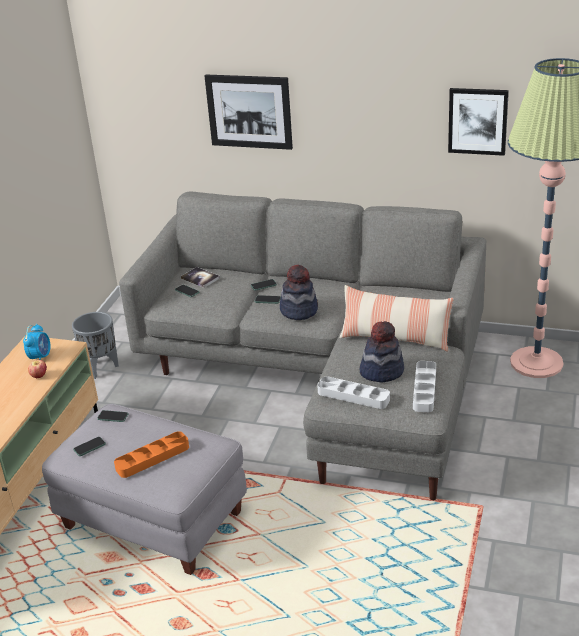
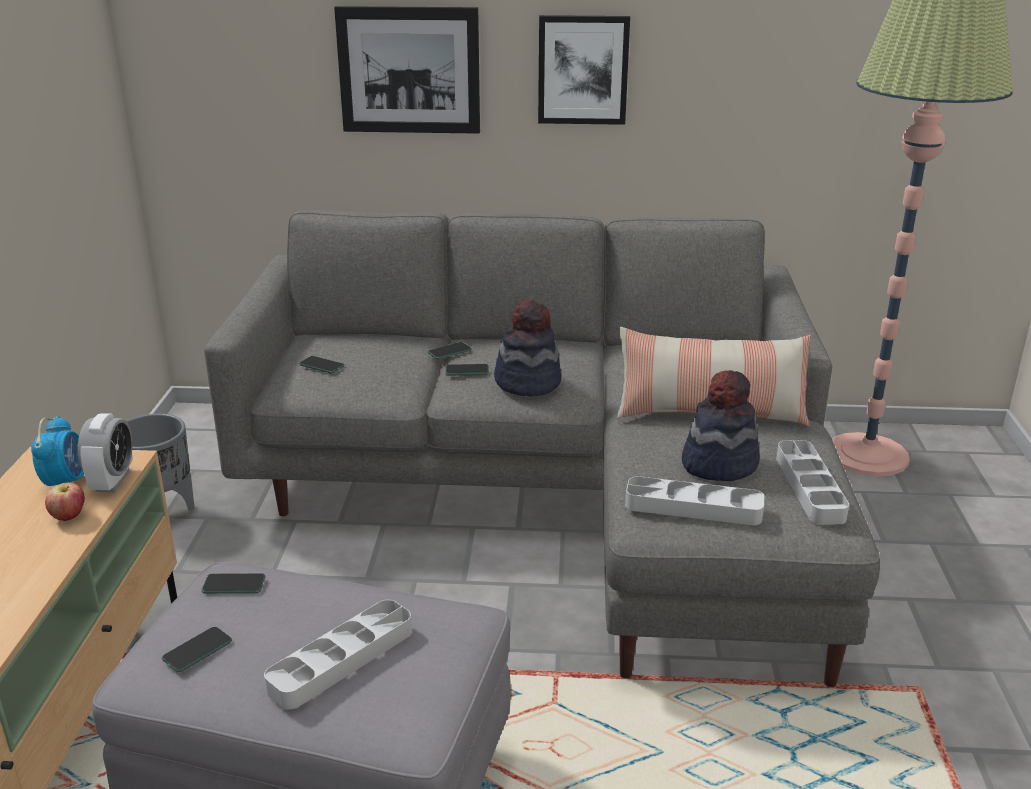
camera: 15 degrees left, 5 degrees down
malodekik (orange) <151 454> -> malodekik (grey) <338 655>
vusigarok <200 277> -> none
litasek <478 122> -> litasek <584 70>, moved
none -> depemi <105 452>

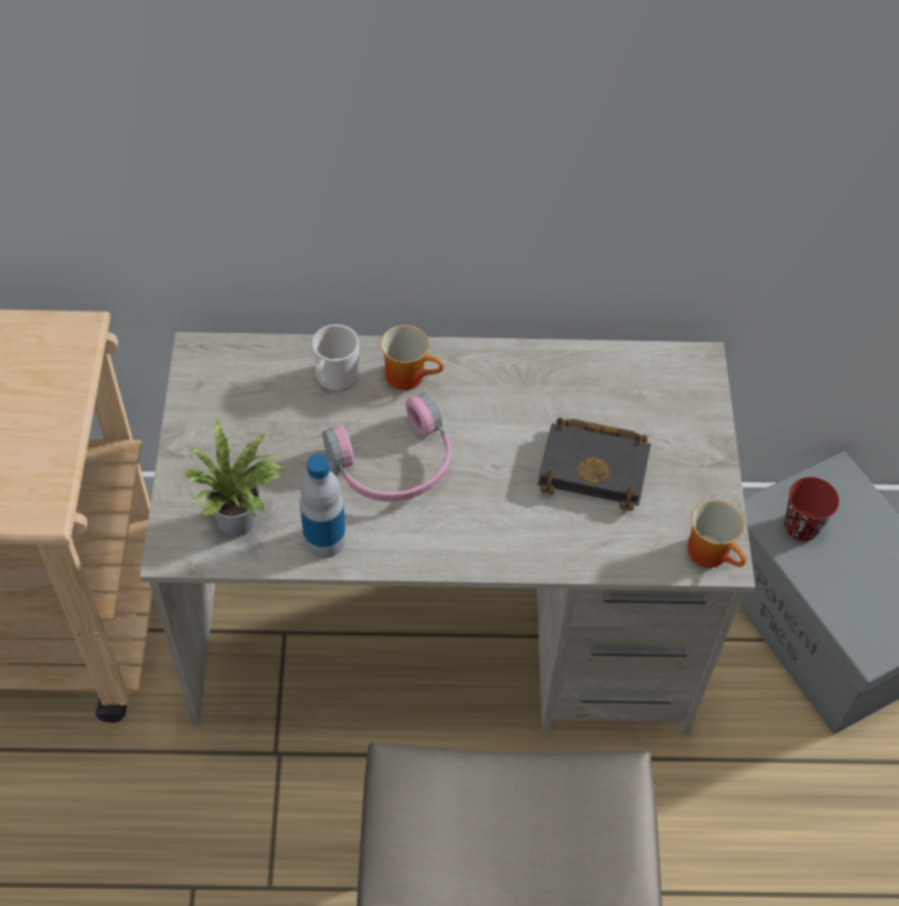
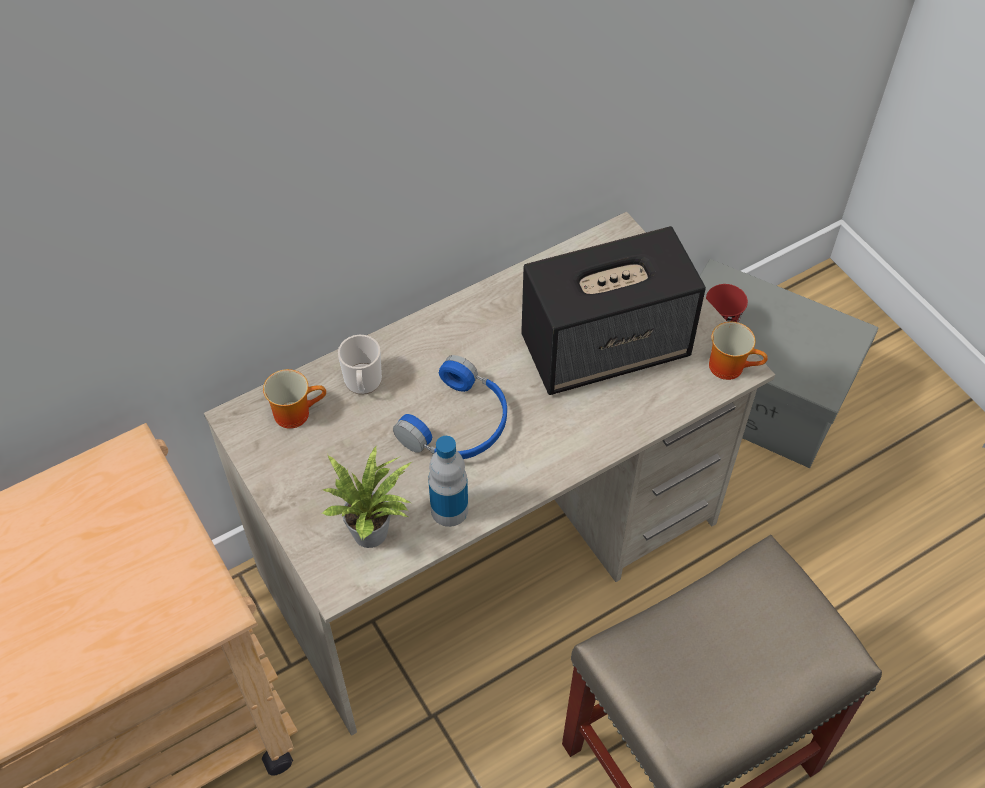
camera: 30 degrees left, 0 degrees up
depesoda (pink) <386 447> -> depesoda (blue) <450 407>
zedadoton <412 357> -> zedadoton <294 399>, moved
vusigarok (black) <594 464> -> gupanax <613 310>

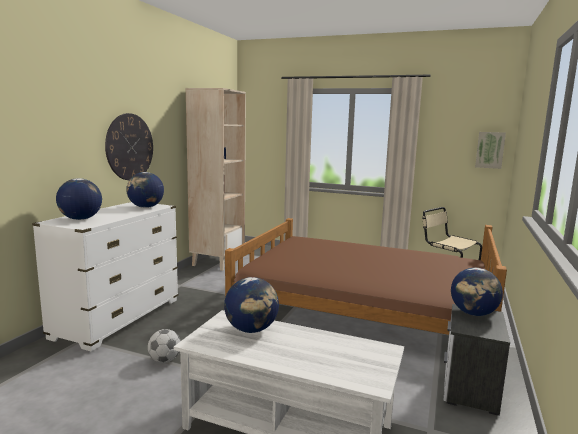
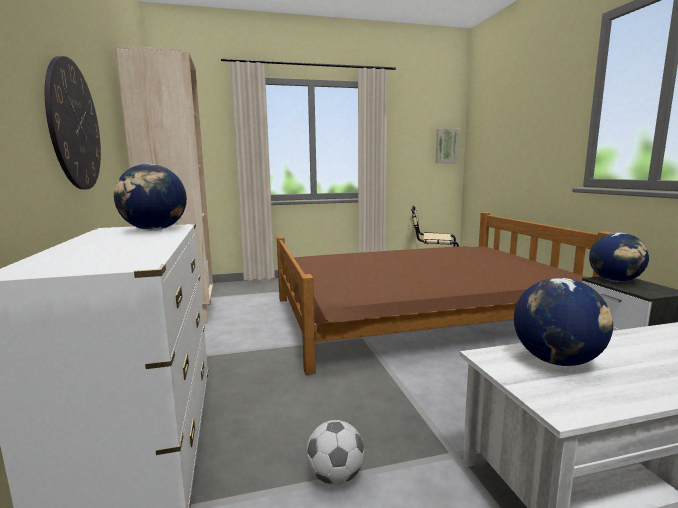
camera: 35 degrees left, 0 degrees up
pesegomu <79 199> -> none

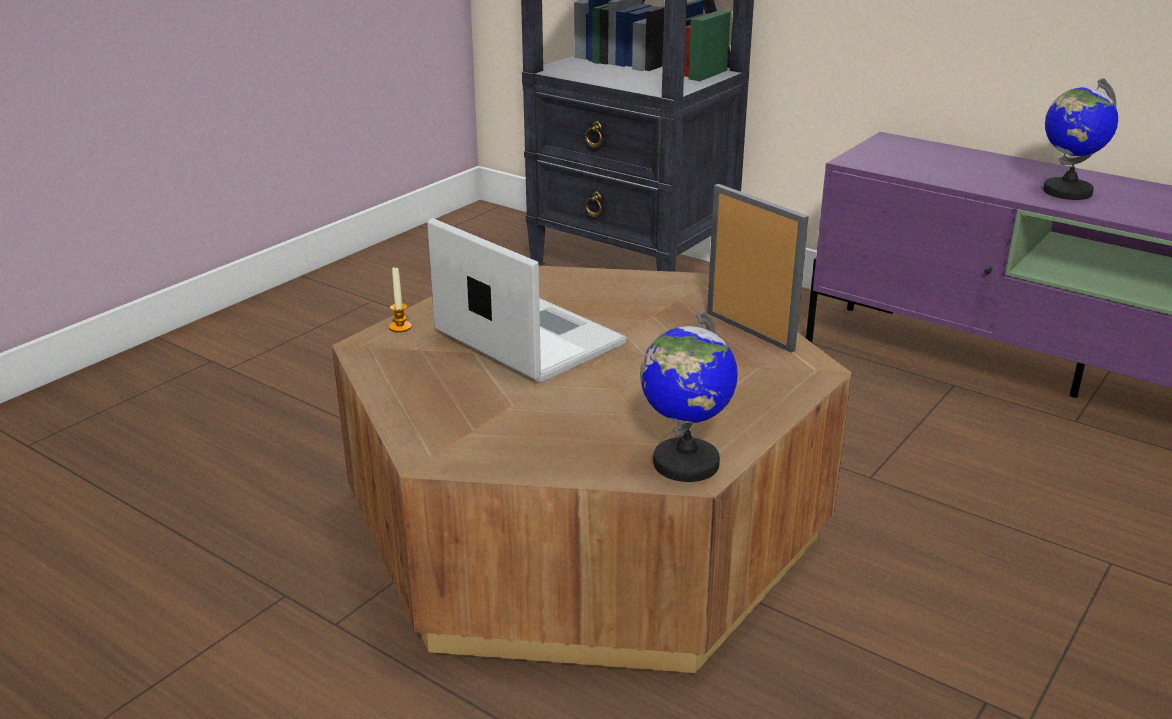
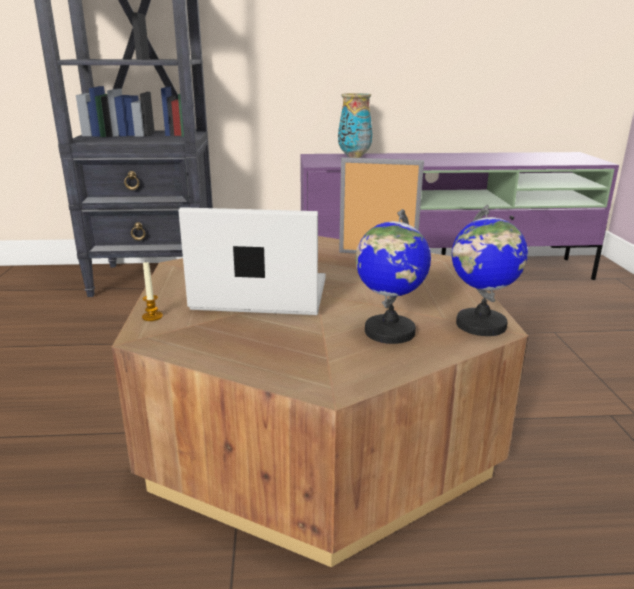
camera: 40 degrees left, 5 degrees down
pesegomu <1080 139> -> pesegomu <393 276>, moved
none -> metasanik <355 125>

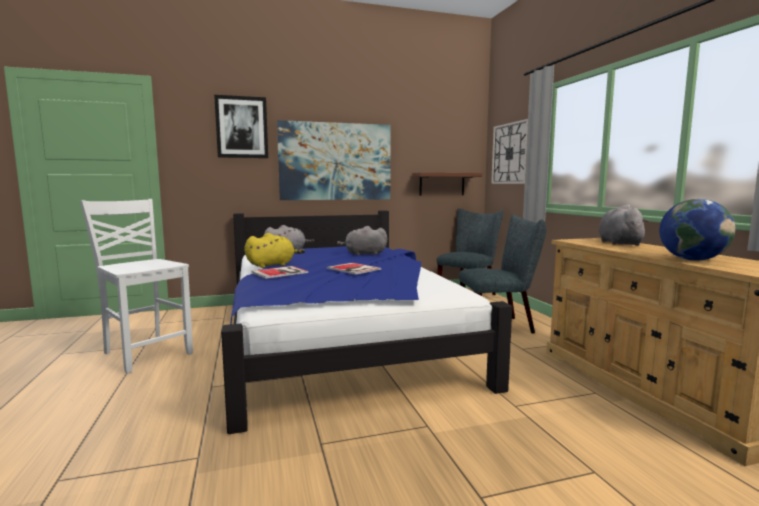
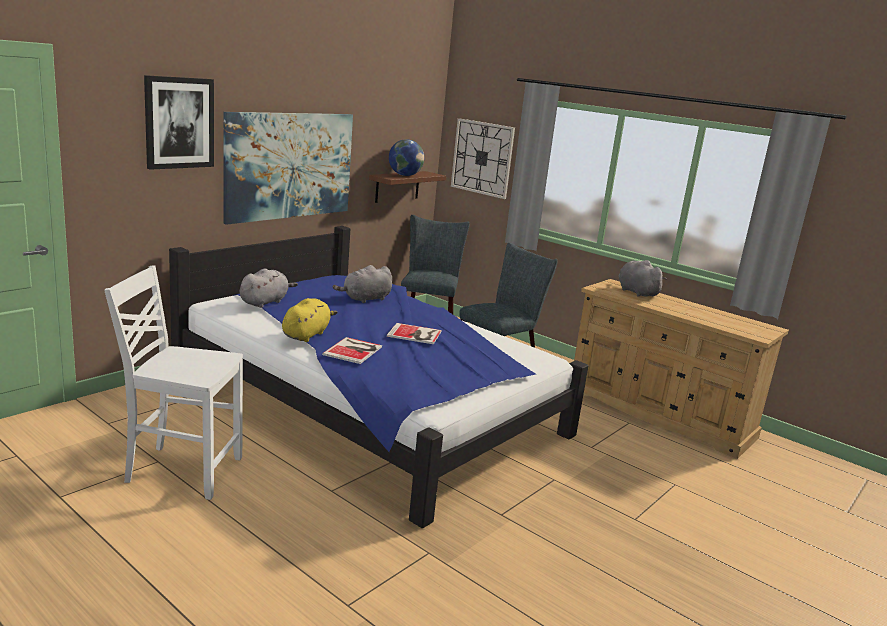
camera: 35 degrees left, 10 degrees up
pesegomu <697 230> -> pesegomu <406 157>, moved

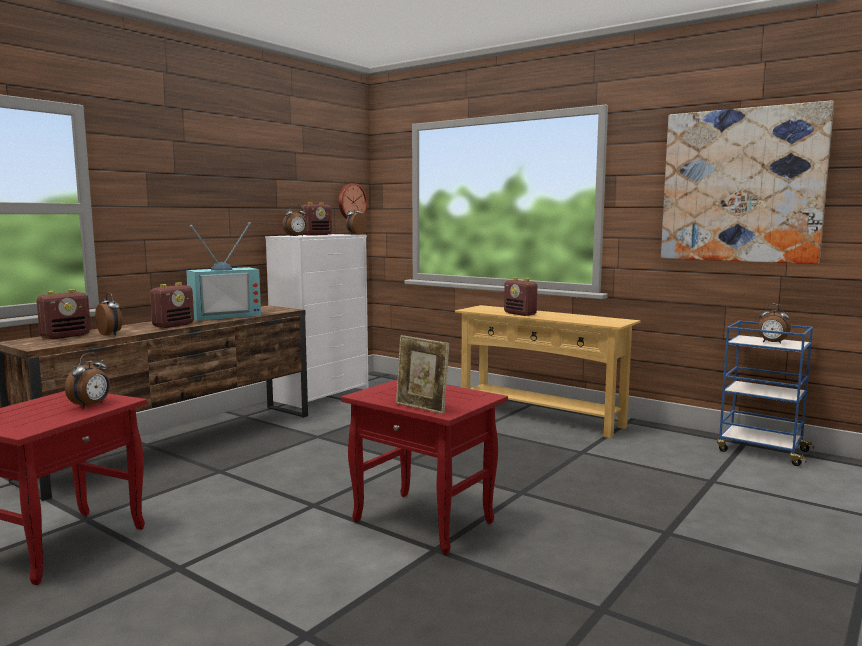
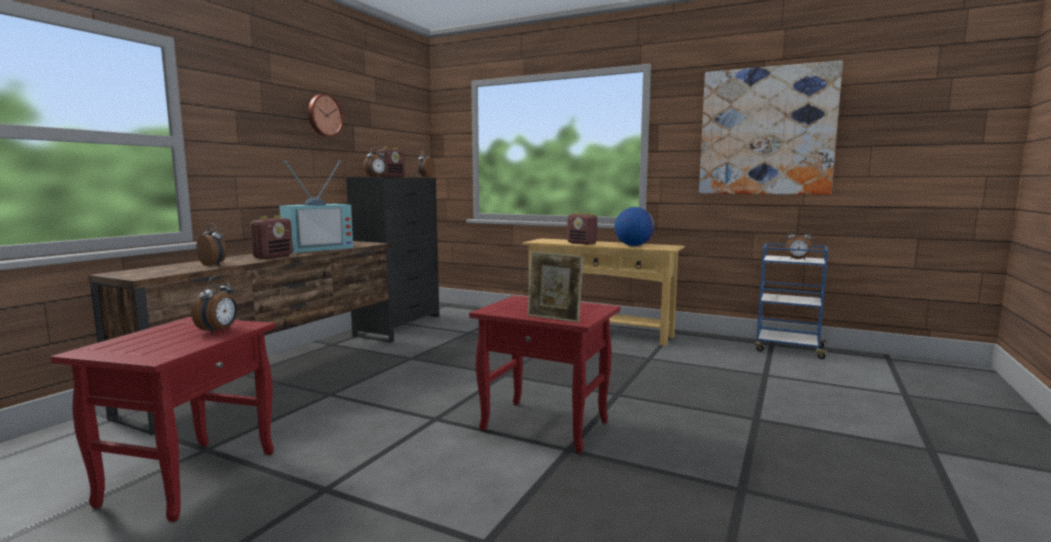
camera: 10 degrees left, 0 degrees up
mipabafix <63 314> -> none
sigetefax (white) <316 321> -> sigetefax (black) <392 256>
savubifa <353 201> -> savubifa <326 115>, moved
none -> pesegomu <634 226>

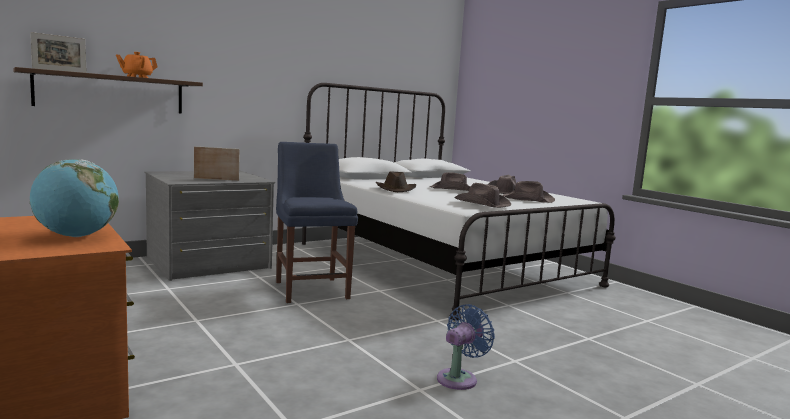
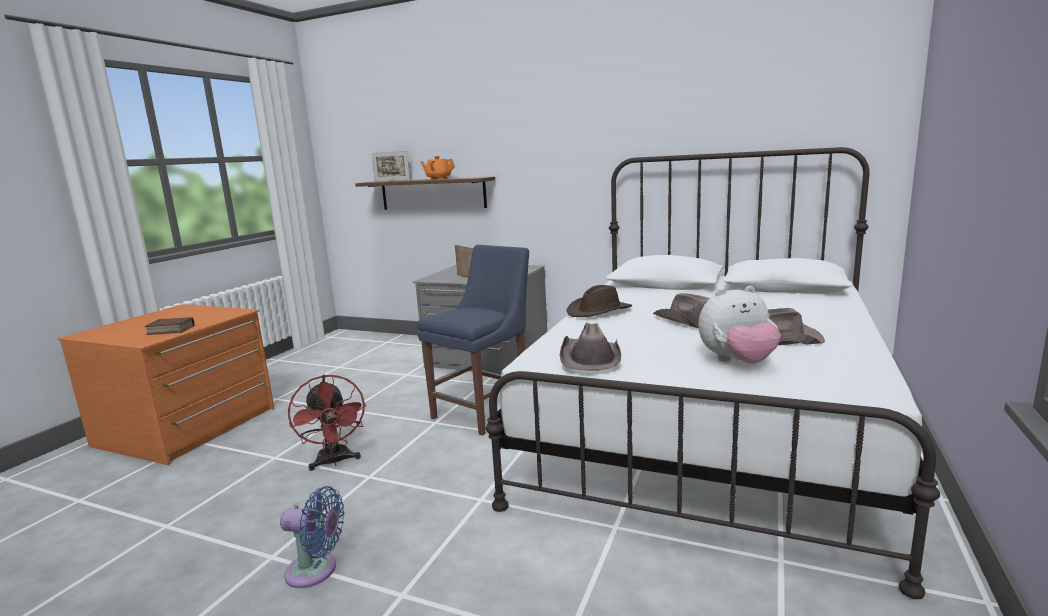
camera: 60 degrees right, 5 degrees up
pesegomu <74 198> -> vusigarok <169 326>
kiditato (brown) <528 192> -> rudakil <740 324>
none -> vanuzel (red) <327 423>

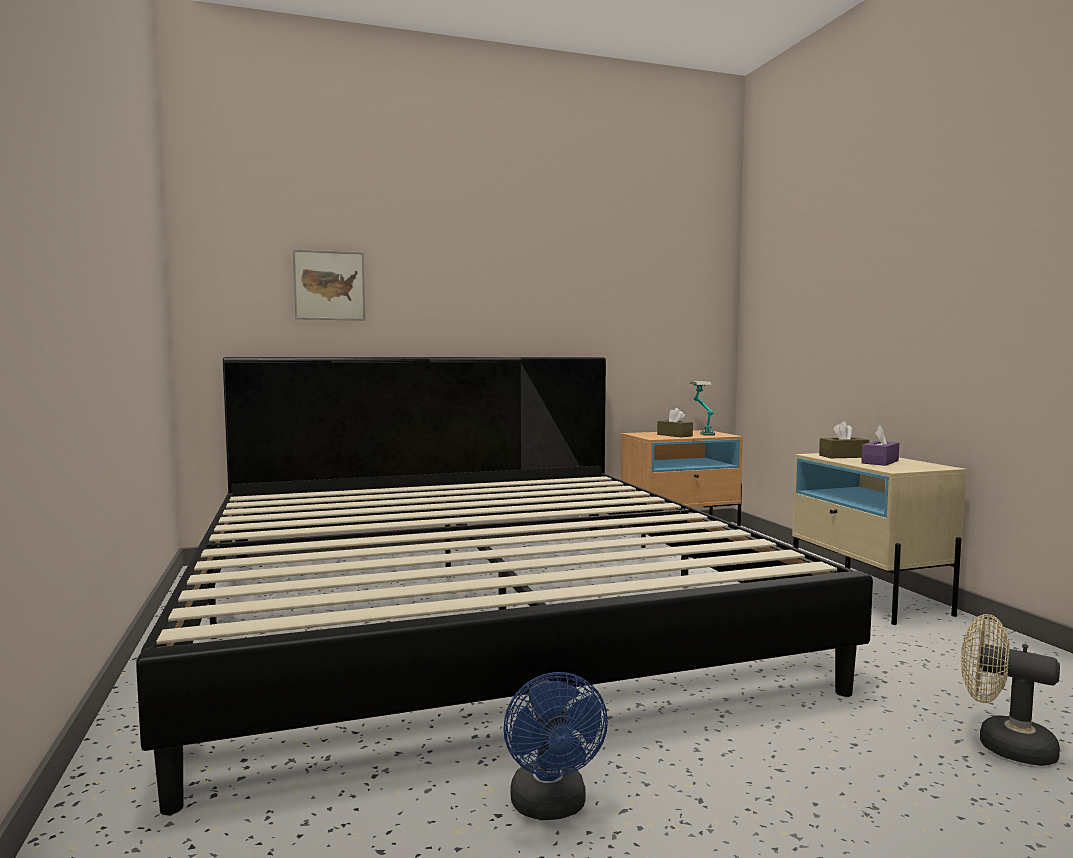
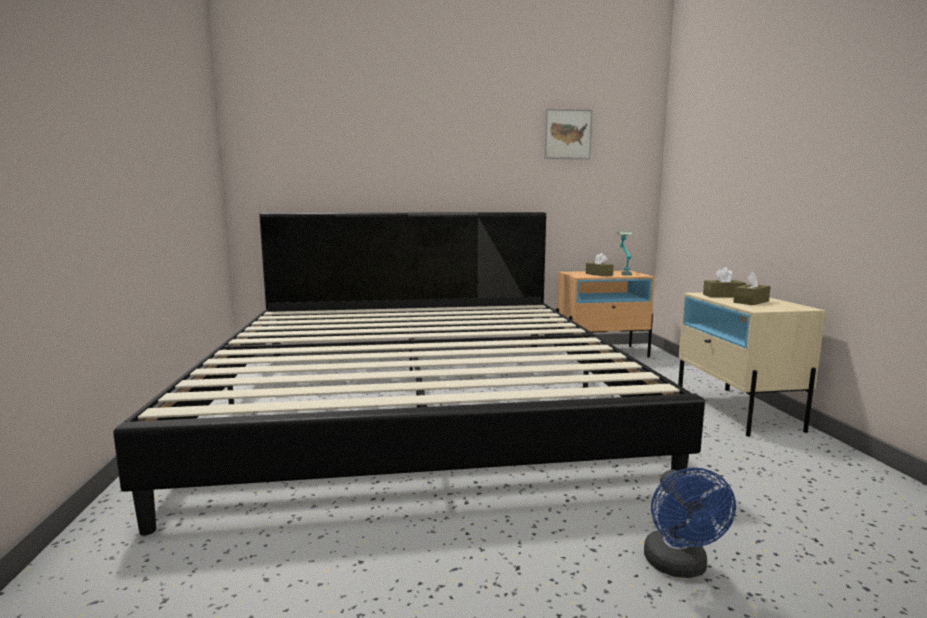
camera: 10 degrees right, 5 degrees up
litasek <329 285> -> litasek <568 133>, moved
vanuzel (blue) <555 746> -> vanuzel (blue) <690 522>, moved
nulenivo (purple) <880 446> -> nulenivo (brown) <752 288>
vanuzel (beige) <1010 690> -> none

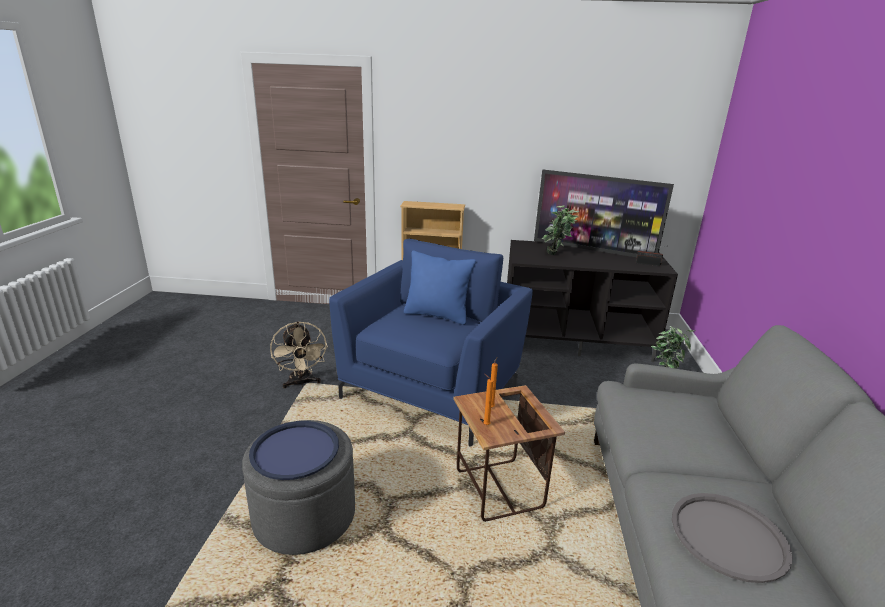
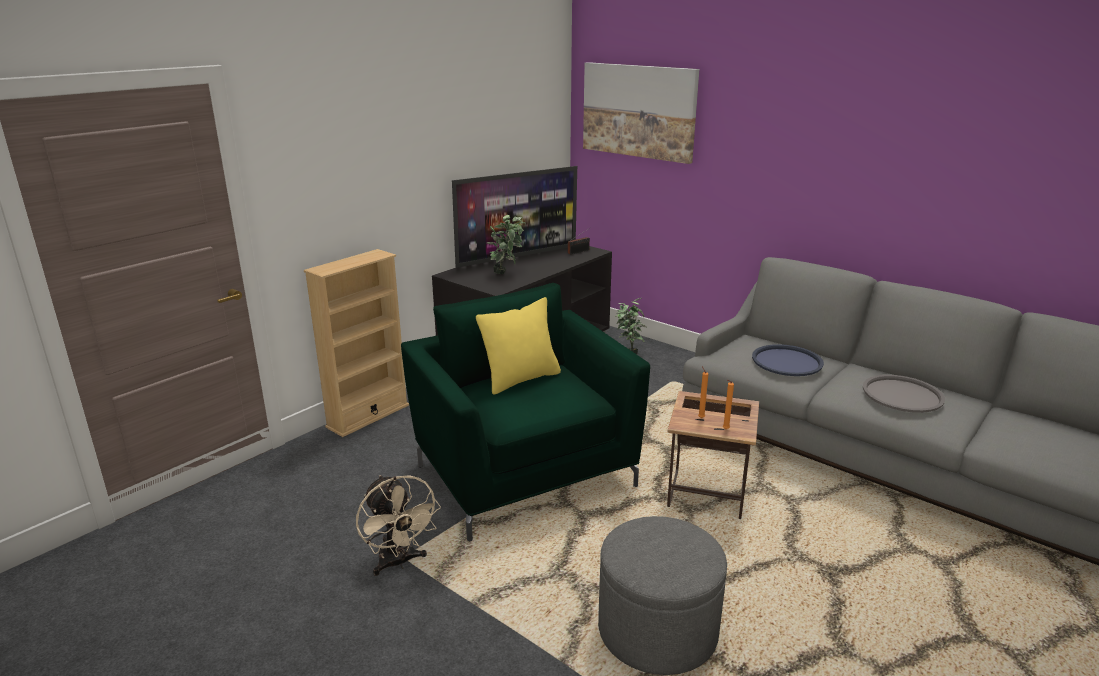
camera: 55 degrees left, 0 degrees up
malodekik (blue) <294 450> -> malodekik (blue) <788 360>, moved
vanuzel (beige) <299 354> -> vanuzel (beige) <398 525>, 45 degrees clockwise
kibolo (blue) <431 342> -> kibolo (green) <525 412>
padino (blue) <440 287> -> padino (yellow) <518 346>
none -> litasek <641 113>

